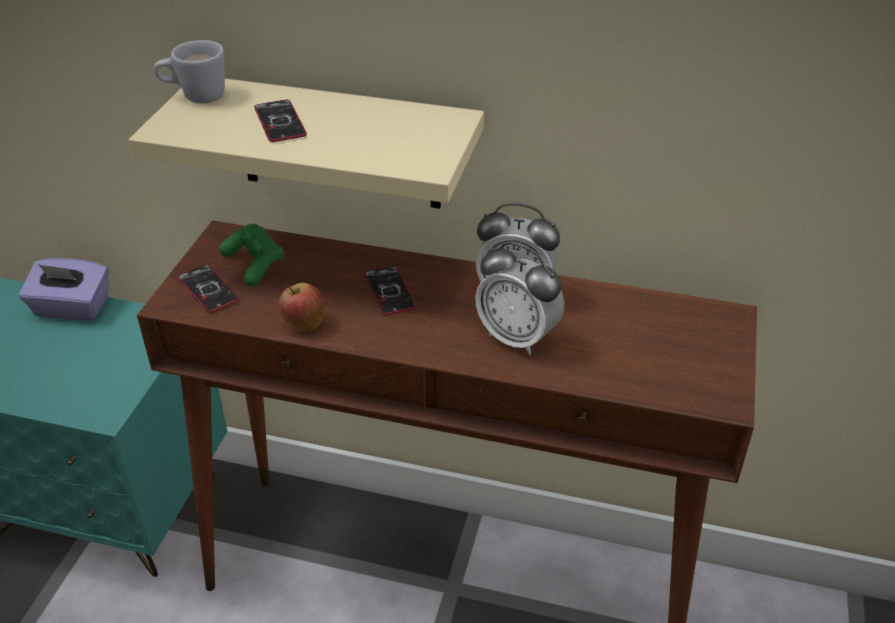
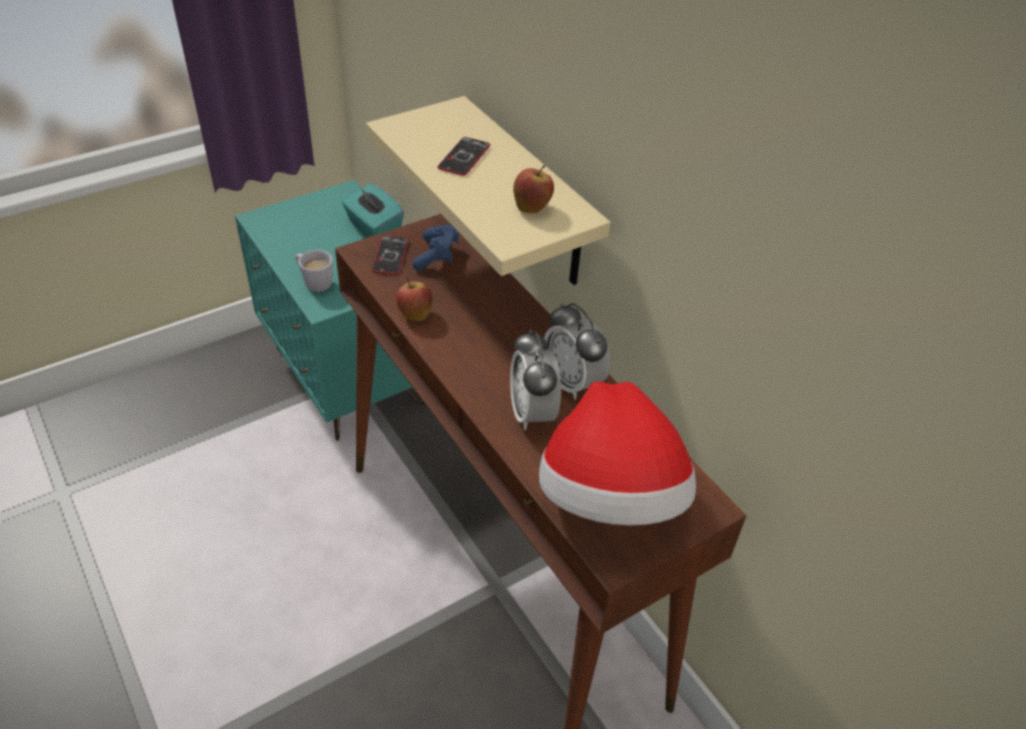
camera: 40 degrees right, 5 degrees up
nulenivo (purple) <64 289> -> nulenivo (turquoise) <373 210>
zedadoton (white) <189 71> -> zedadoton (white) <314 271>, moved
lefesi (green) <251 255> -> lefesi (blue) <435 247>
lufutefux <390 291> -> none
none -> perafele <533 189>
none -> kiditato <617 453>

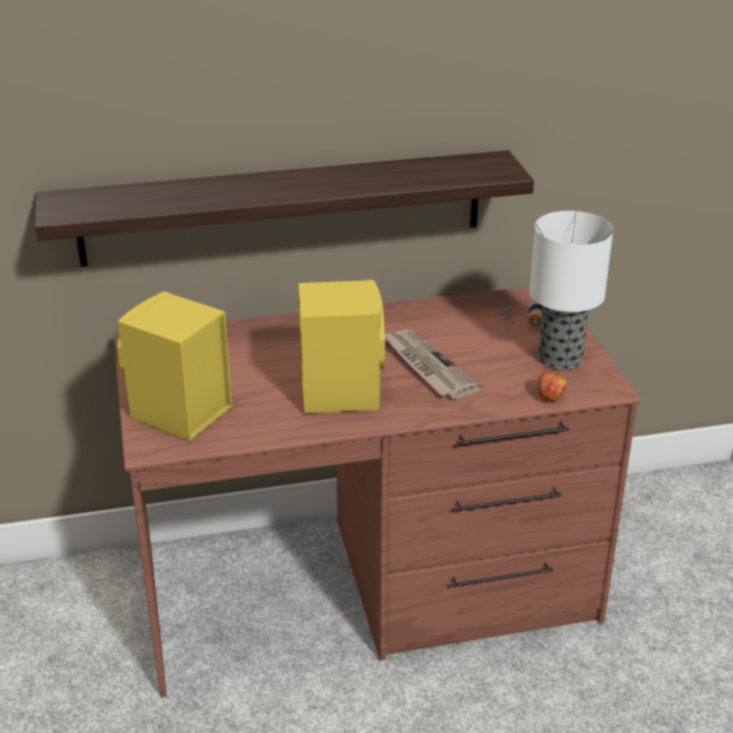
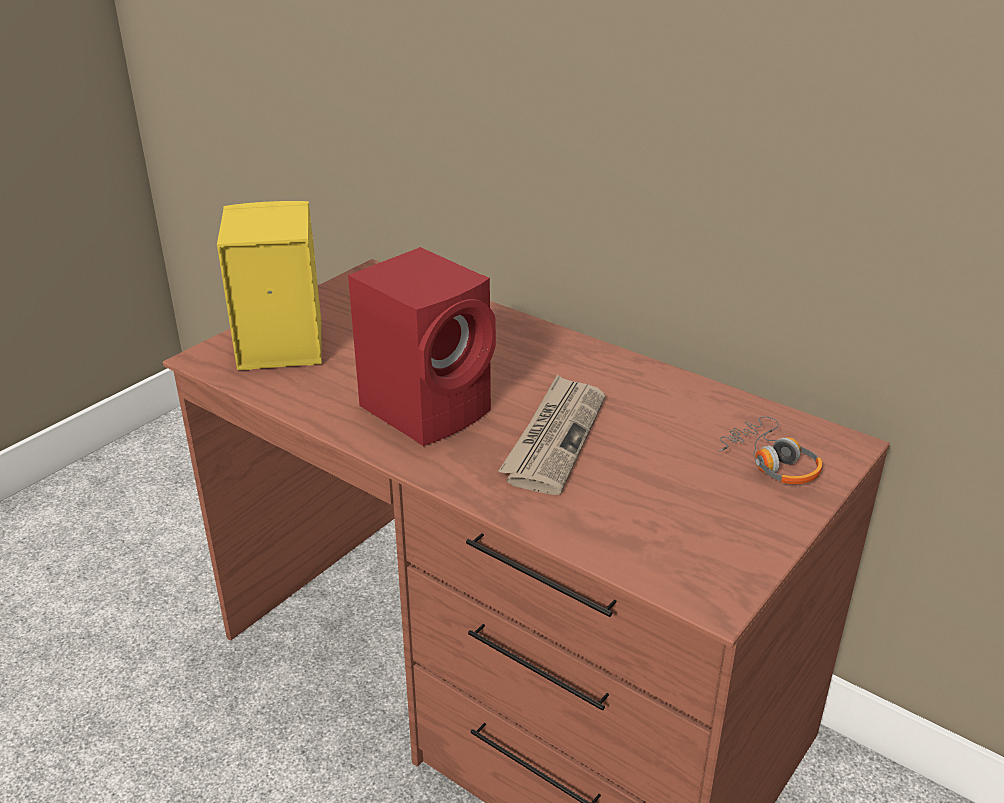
camera: 50 degrees right, 0 degrees up
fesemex <284 208> -> none
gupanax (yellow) <342 346> -> gupanax (red) <422 346>
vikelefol <571 290> -> none
perafele <552 386> -> none

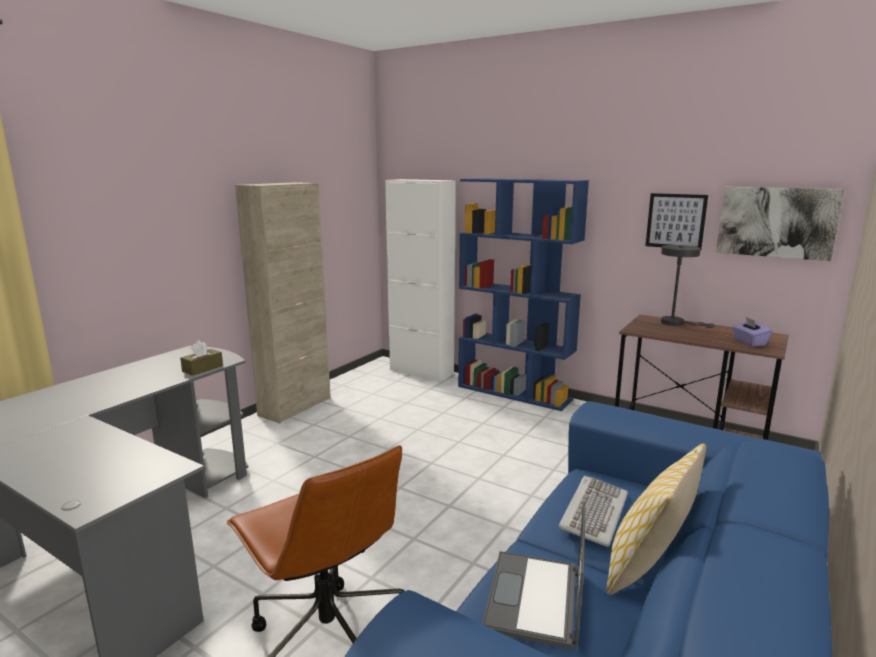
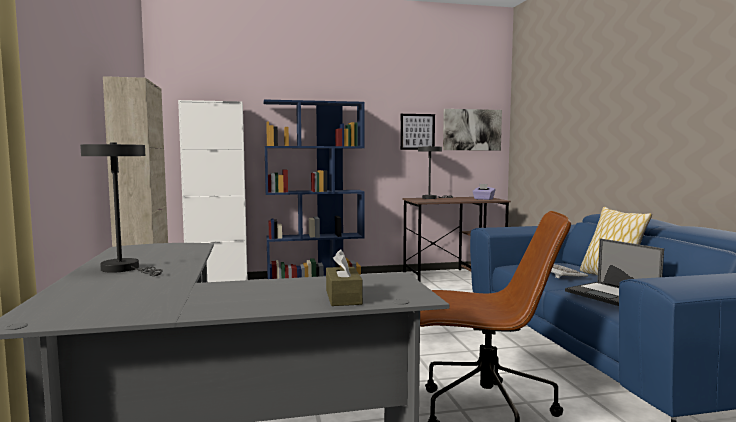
camera: 45 degrees left, 10 degrees down
nulenivo (brown) <201 358> -> nulenivo (brown) <344 278>, moved
none -> vikelefol (grey) <121 209>

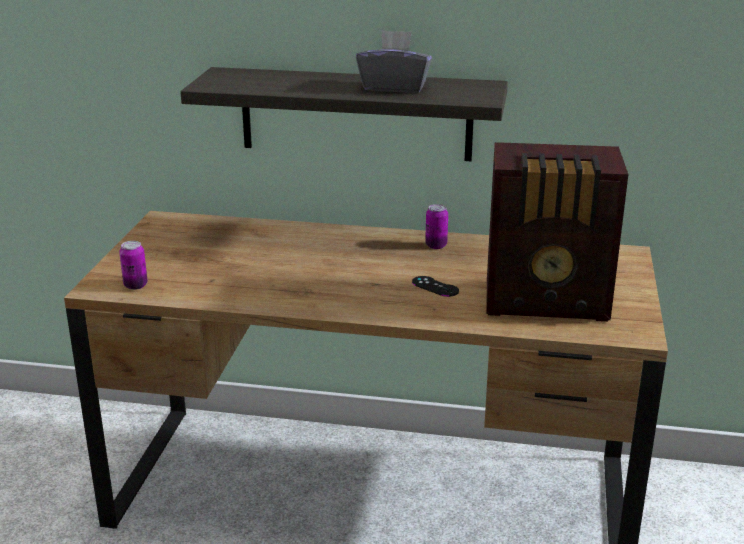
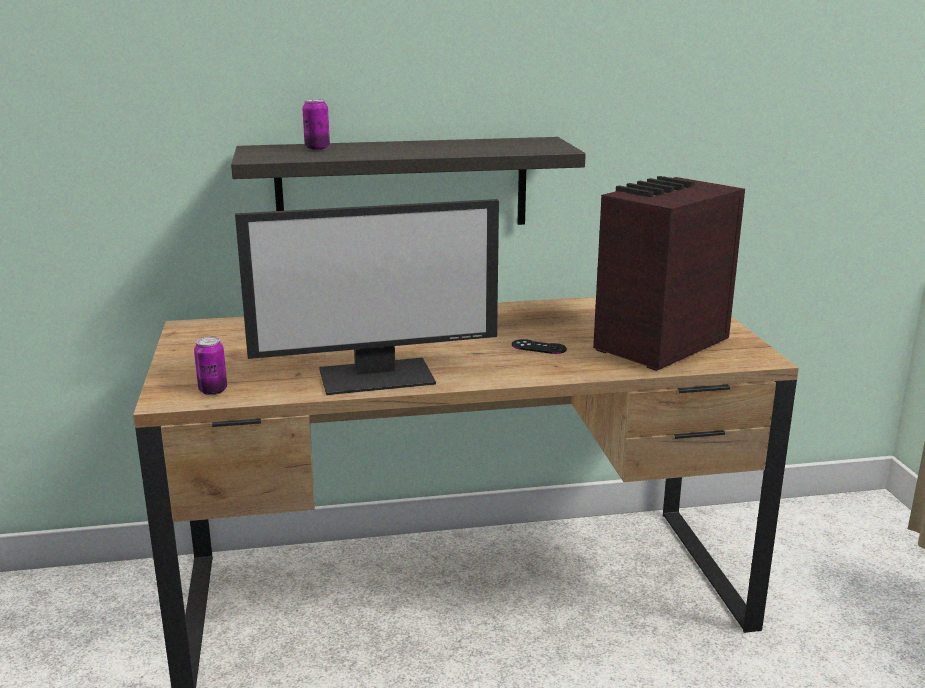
camera: 20 degrees left, 5 degrees down
nulenivo (grey) <394 61> -> none
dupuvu <436 226> -> dupuvu <316 124>, moved
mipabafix <557 231> -> mipabafix <669 273>, 150 degrees clockwise
none -> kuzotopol <367 297>

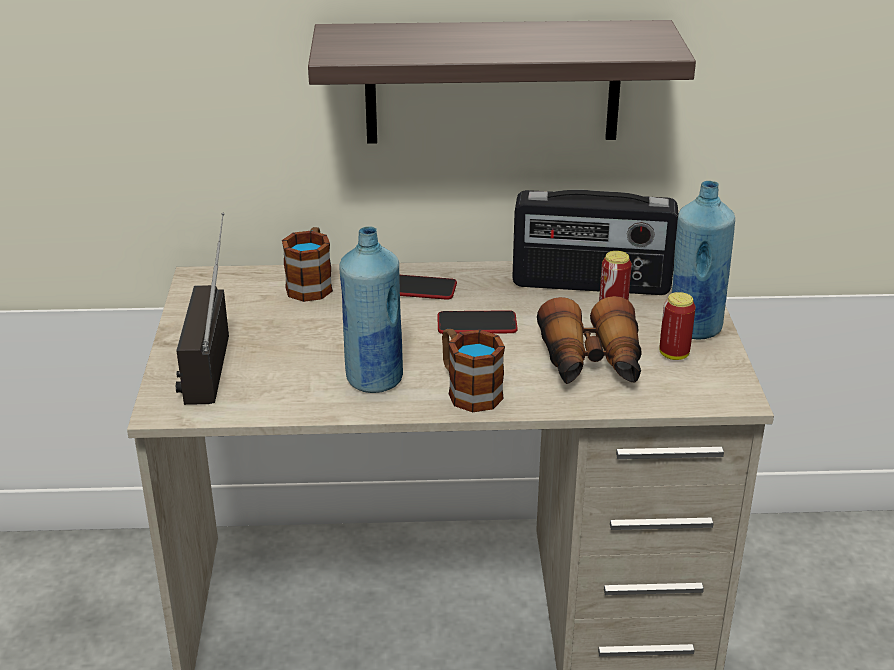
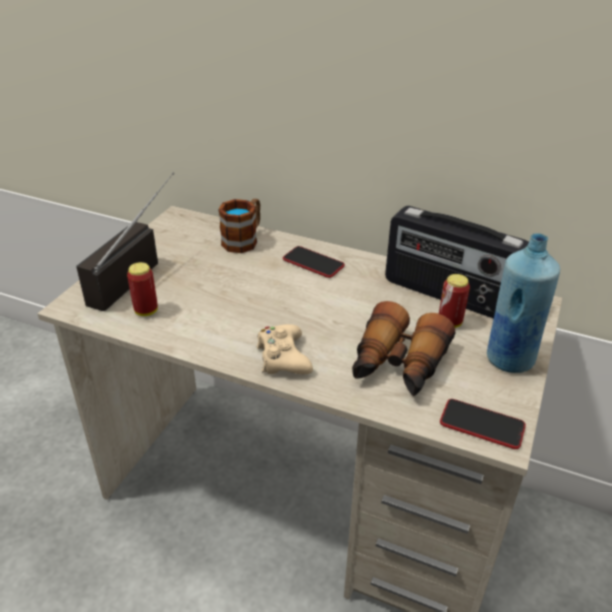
camera: 25 degrees right, 5 degrees up
fesemex <502 82> -> none
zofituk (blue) <371 309> -> none
lufutefux <477 322> -> lufutefux <483 424>, moved
zedadoton <473 370> -> lefesi (beige) <285 349>
dupuvu <678 326> -> dupuvu <142 289>, moved

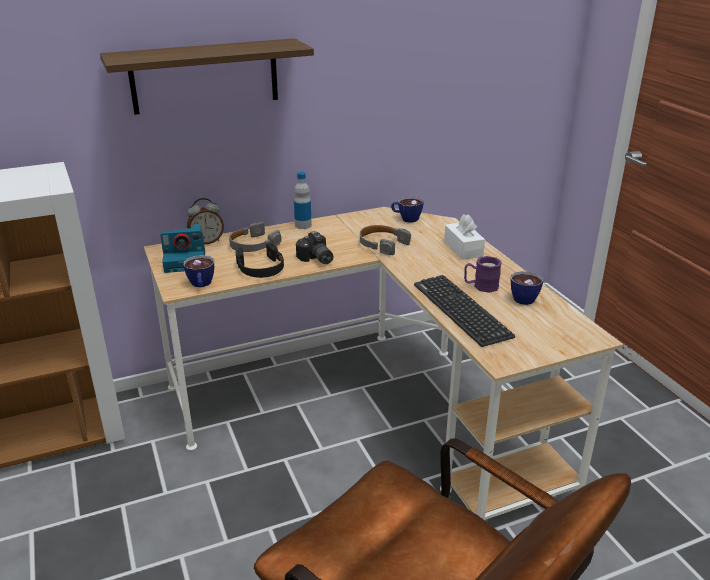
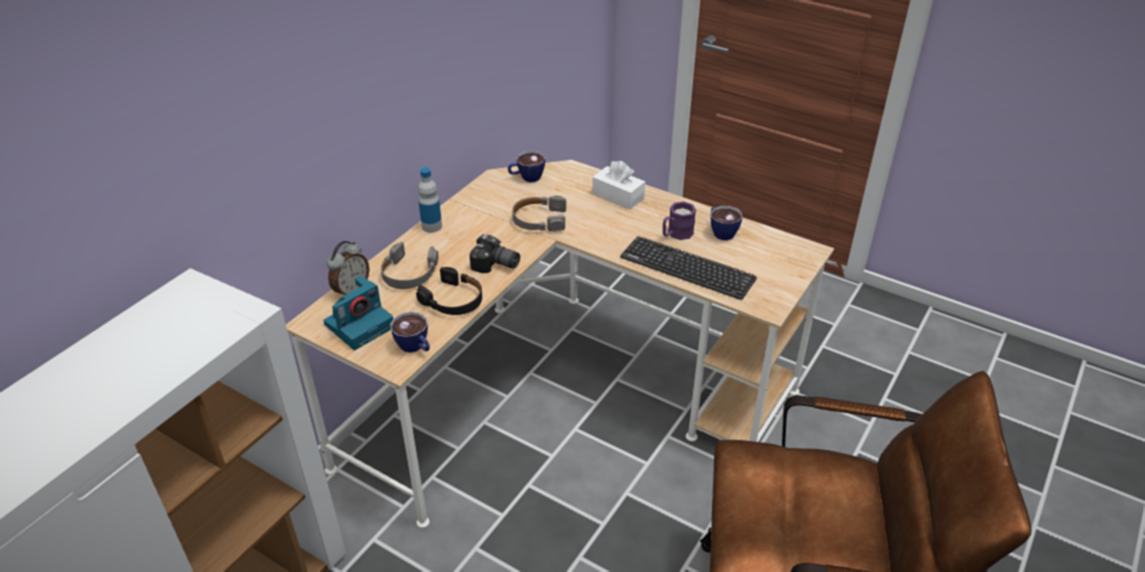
camera: 35 degrees left, 10 degrees up
fesemex <207 76> -> none

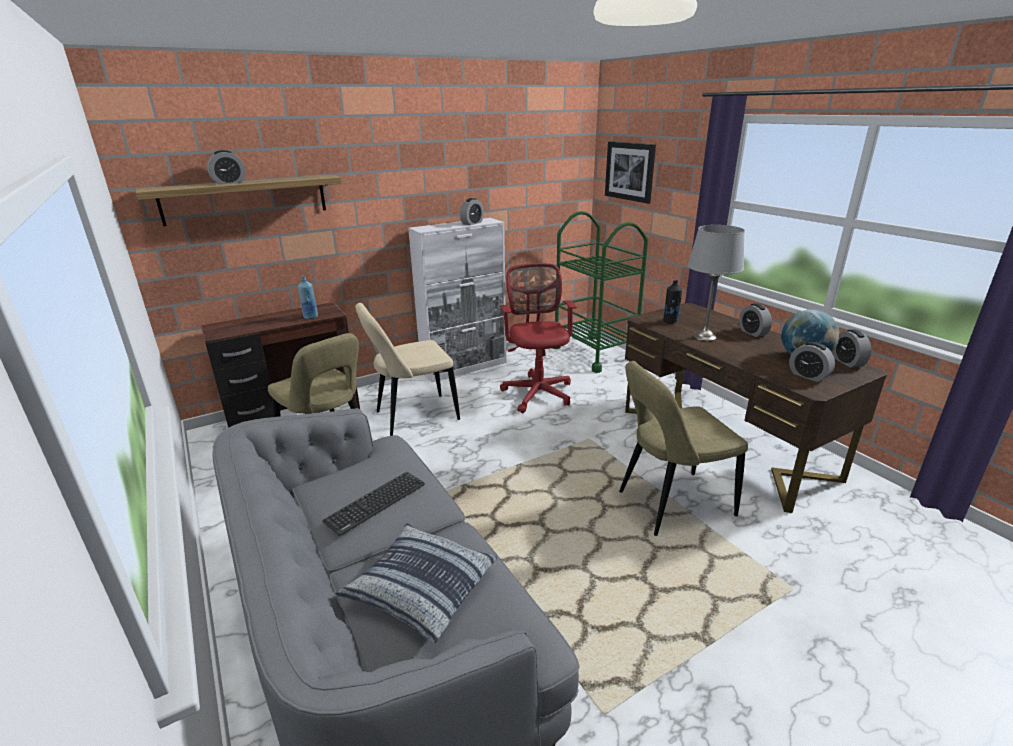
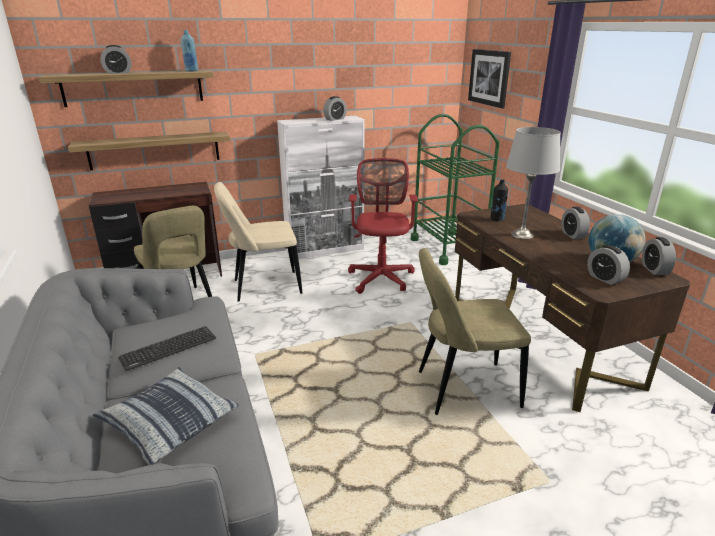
camera: 10 degrees right, 0 degrees up
zofituk (blue) <307 298> -> zofituk (blue) <189 51>, moved
none -> fesemex <149 151>

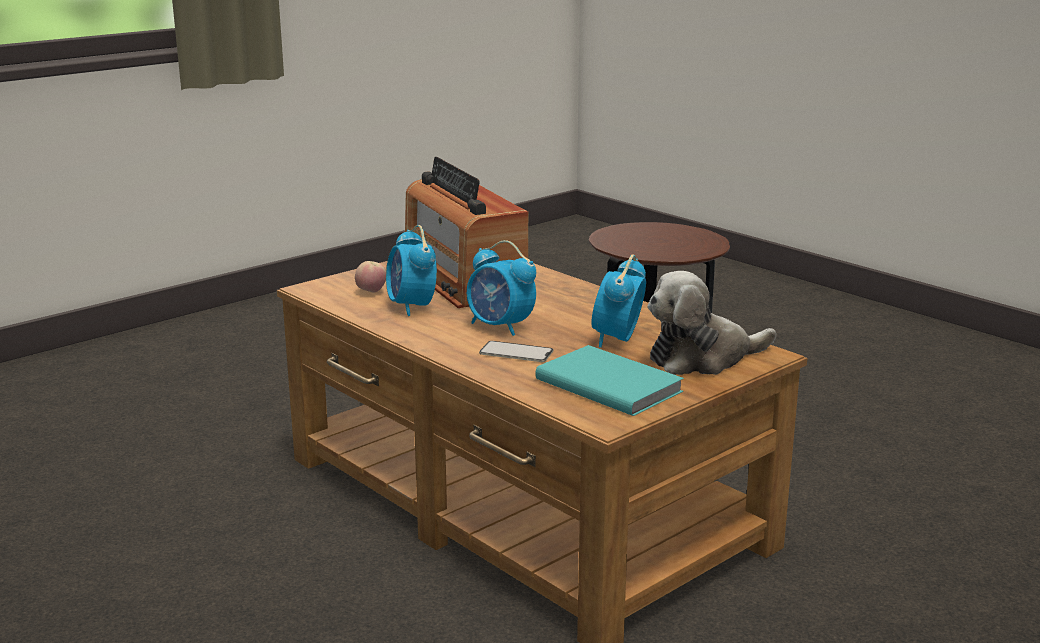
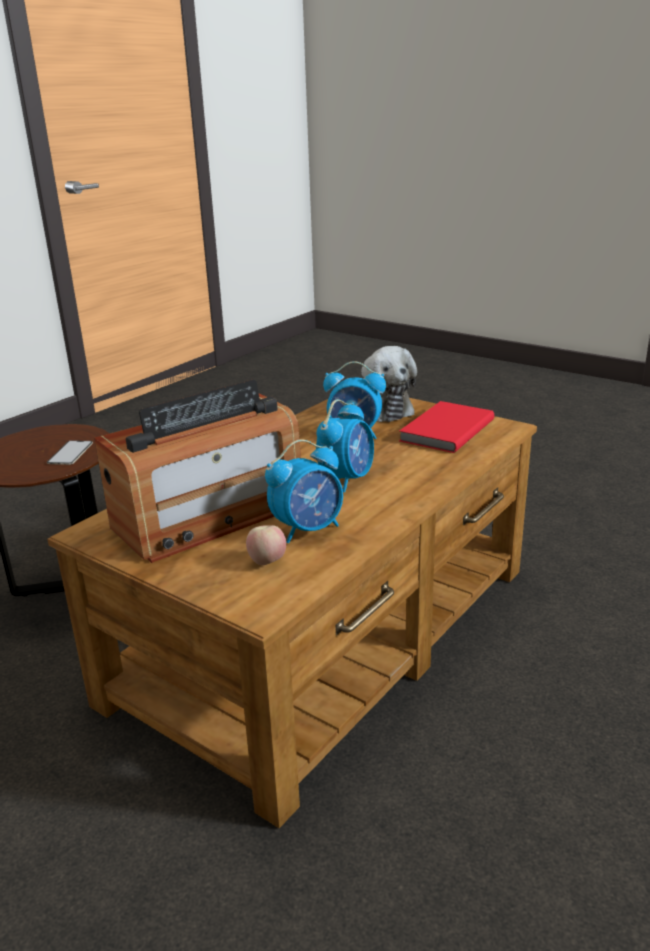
camera: 100 degrees left, 5 degrees up
lufutefux <516 351> -> lufutefux <70 452>, moved
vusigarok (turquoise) <609 380> -> vusigarok (red) <446 427>

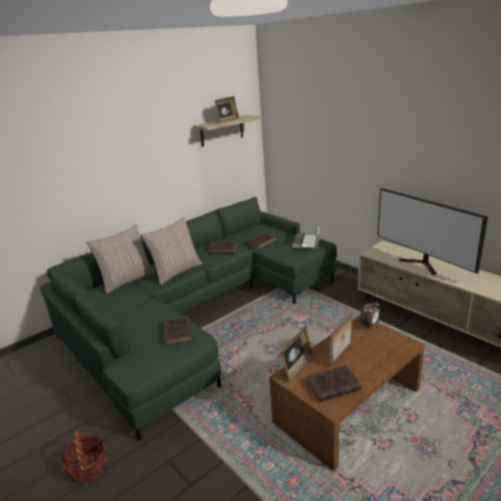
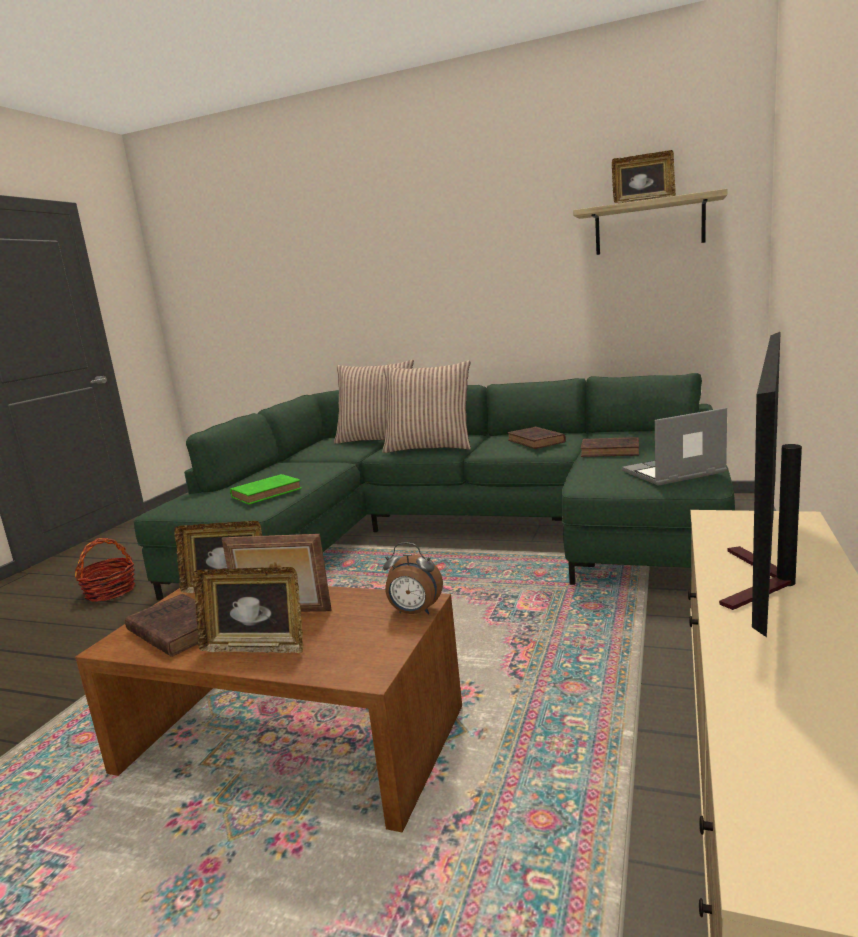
camera: 60 degrees right, 10 degrees down
vusigarok (brown) <178 330> -> vusigarok (green) <266 489>
none -> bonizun <247 610>

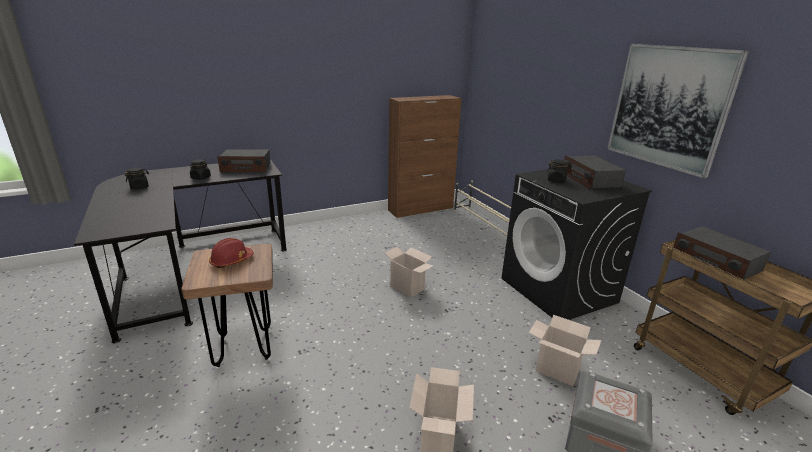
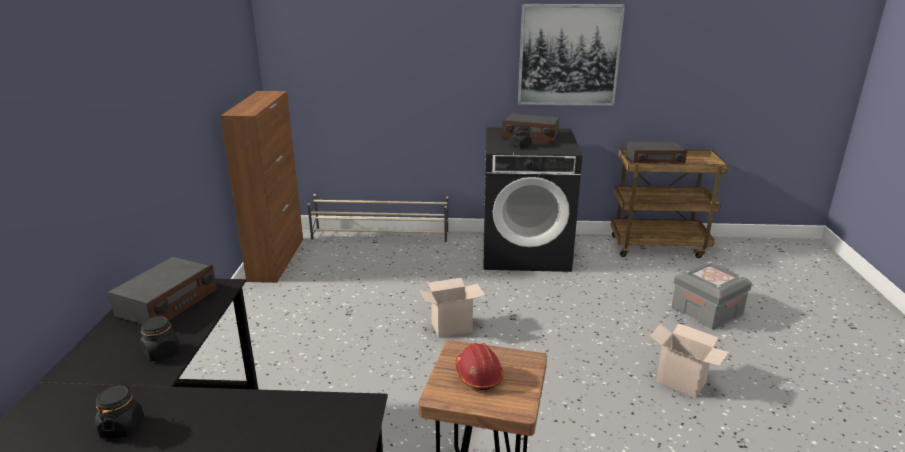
camera: 60 degrees left, 0 degrees up
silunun <565 350> -> none

